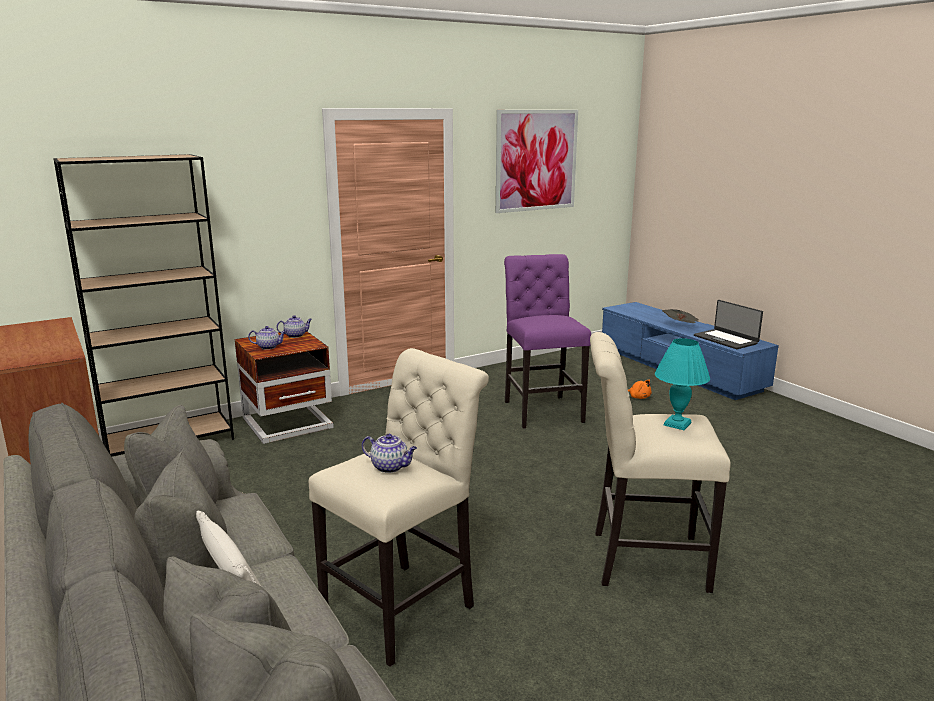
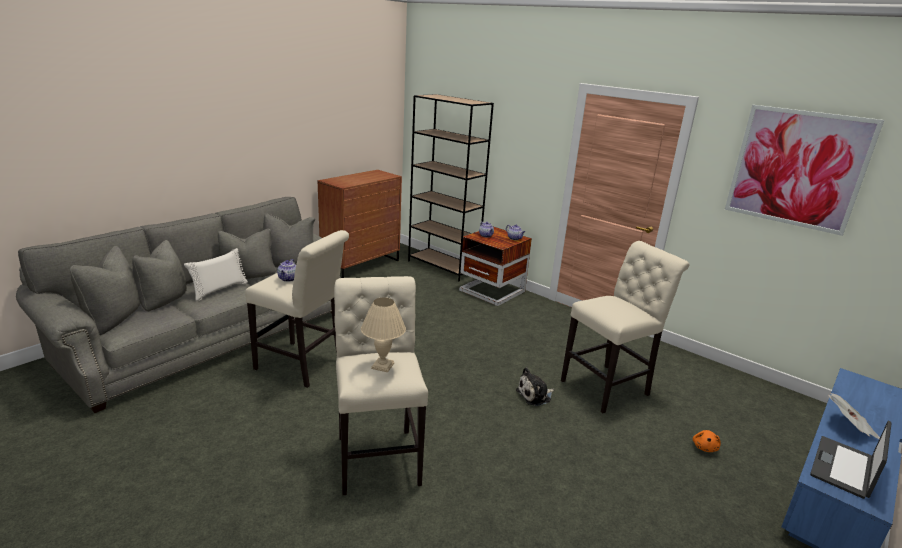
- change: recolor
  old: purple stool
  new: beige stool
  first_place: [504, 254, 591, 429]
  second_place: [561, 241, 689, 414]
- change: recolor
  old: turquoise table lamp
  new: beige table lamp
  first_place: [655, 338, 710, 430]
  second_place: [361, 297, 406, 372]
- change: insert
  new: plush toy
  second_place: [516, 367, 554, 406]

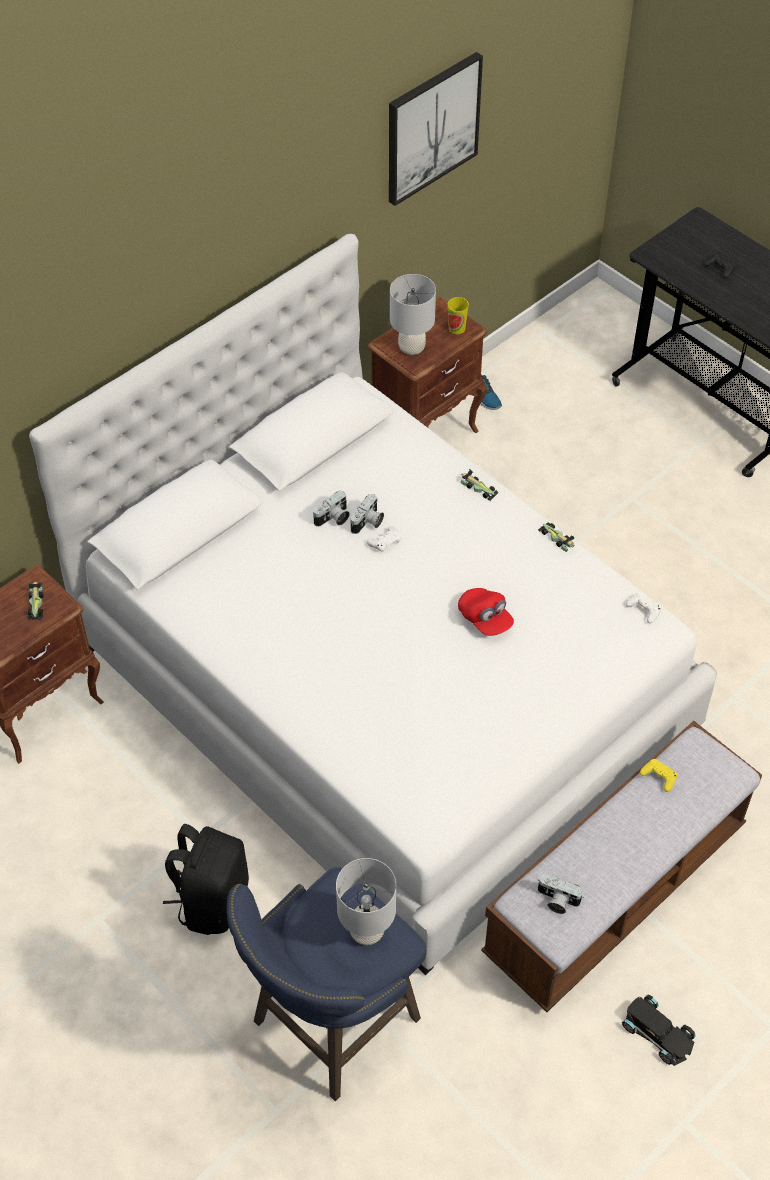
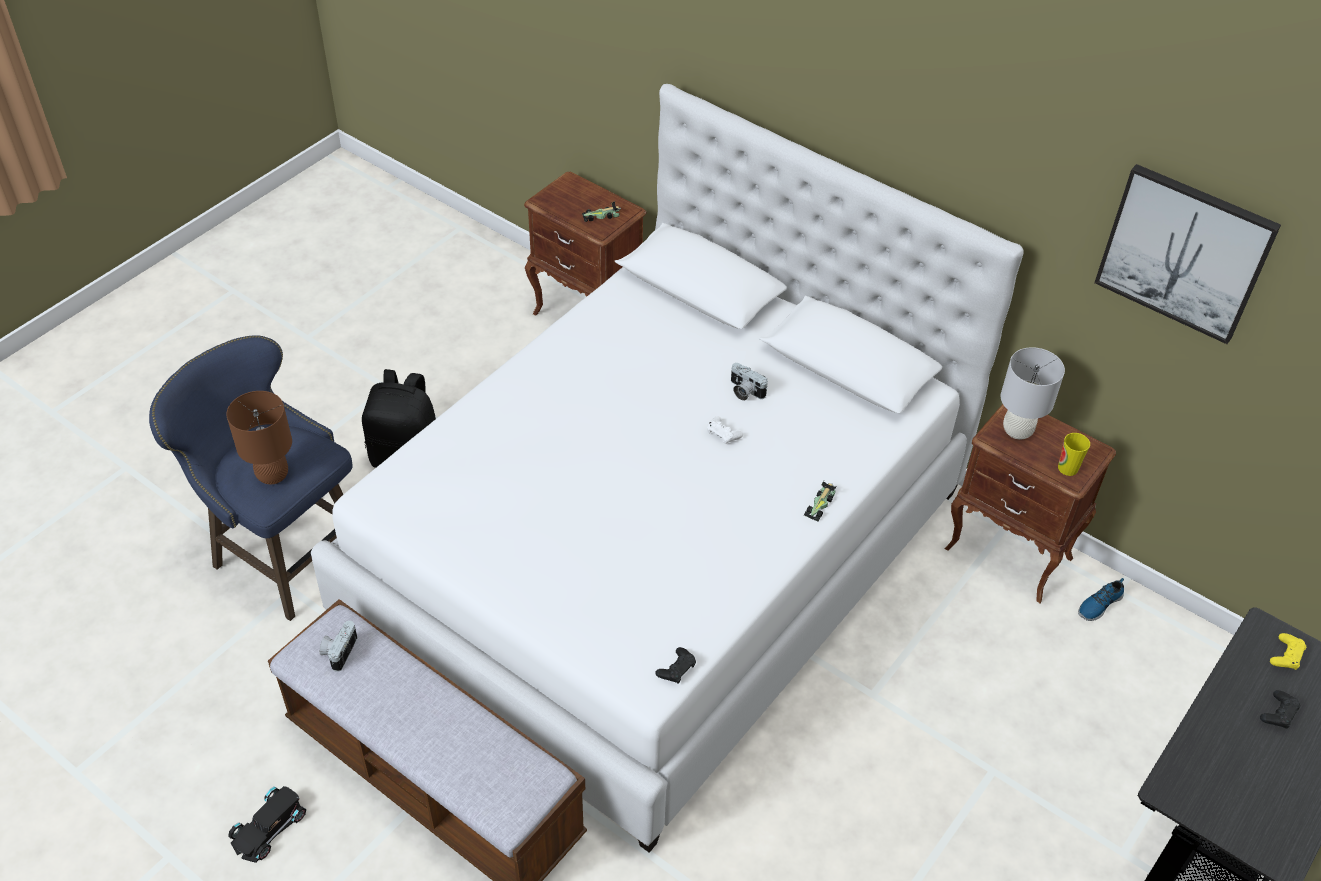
- change: recolor
  old: grey table lamp
  new: brown table lamp
  first_place: [336, 858, 396, 945]
  second_place: [226, 391, 292, 485]
- change: delete
  old: photo camera
  first_place: [351, 494, 384, 534]
- change: delete
  old: red cap
  first_place: [458, 588, 514, 636]
- change: delete
  old: toy car
  first_place: [538, 523, 574, 552]
- change: recolor
  old: white game controller
  new: black game controller
  first_place: [626, 592, 662, 624]
  second_place: [655, 647, 696, 684]
- change: move
  old: yellow game controller
  first_place: [640, 759, 677, 792]
  second_place: [1270, 633, 1306, 670]

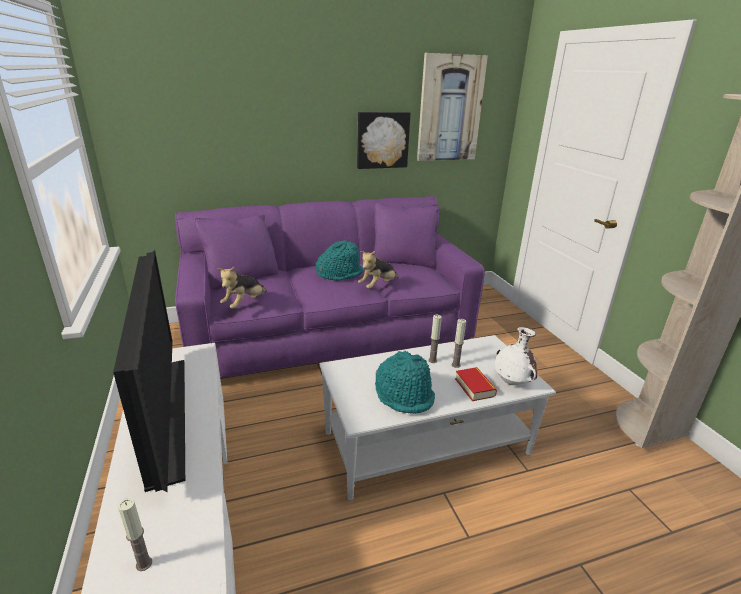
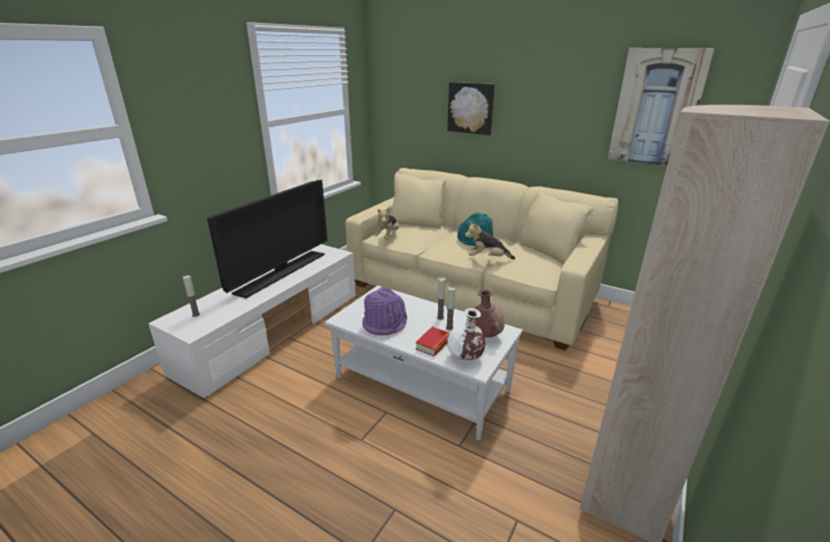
- change: recolor
  old: purple sofa
  new: beige sofa
  first_place: [175, 196, 485, 377]
  second_place: [345, 168, 618, 351]
- change: rotate
  old: plush toy
  first_place: [218, 267, 267, 309]
  second_place: [374, 207, 399, 239]
  degrees: -60
- change: move
  old: picture
  first_place: [357, 112, 411, 169]
  second_place: [447, 82, 495, 135]
- change: recolor
  old: turquoise hat
  new: purple hat
  first_place: [375, 351, 435, 414]
  second_place: [362, 286, 407, 335]
- change: insert
  new: brown vase
  second_place: [475, 289, 505, 338]

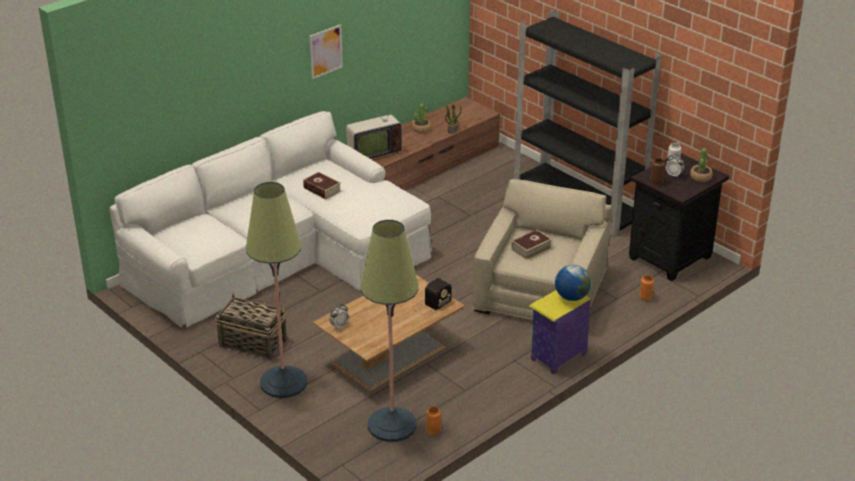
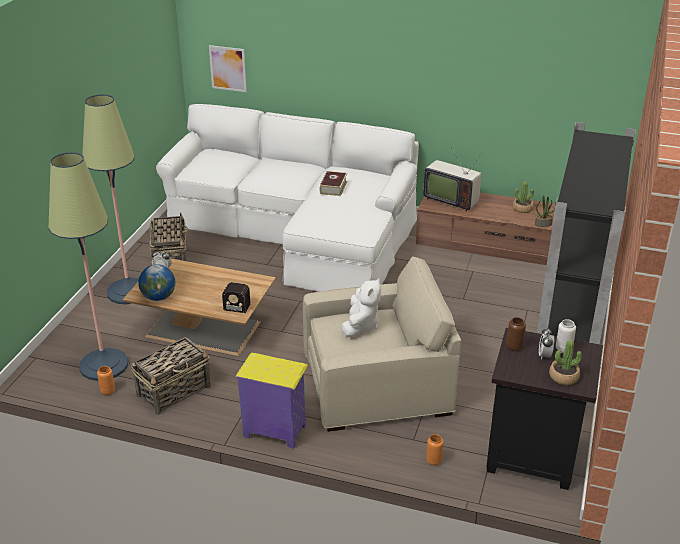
- change: move
  old: picture
  first_place: [309, 24, 343, 79]
  second_place: [209, 45, 247, 92]
- change: replace
  old: book
  new: white plush toy
  first_place: [511, 230, 552, 260]
  second_place: [341, 278, 381, 337]
- change: move
  old: globe
  first_place: [555, 265, 591, 301]
  second_place: [138, 264, 175, 301]
- change: insert
  new: basket
  second_place: [131, 337, 211, 415]

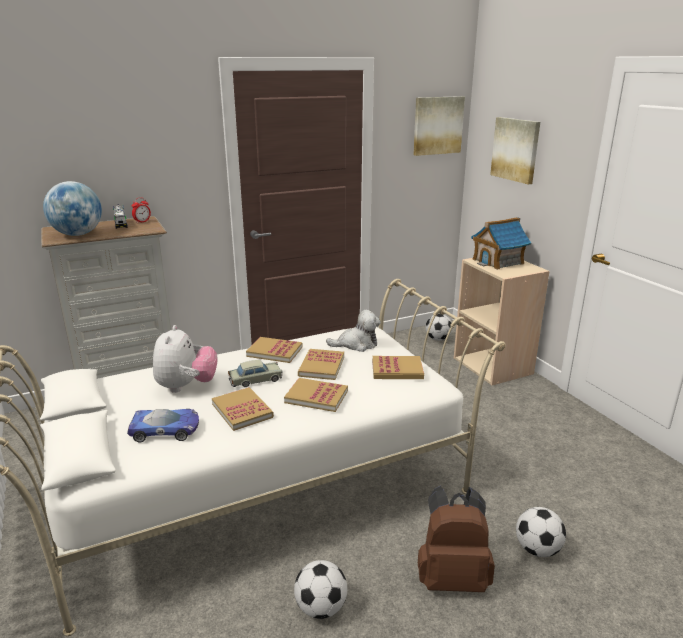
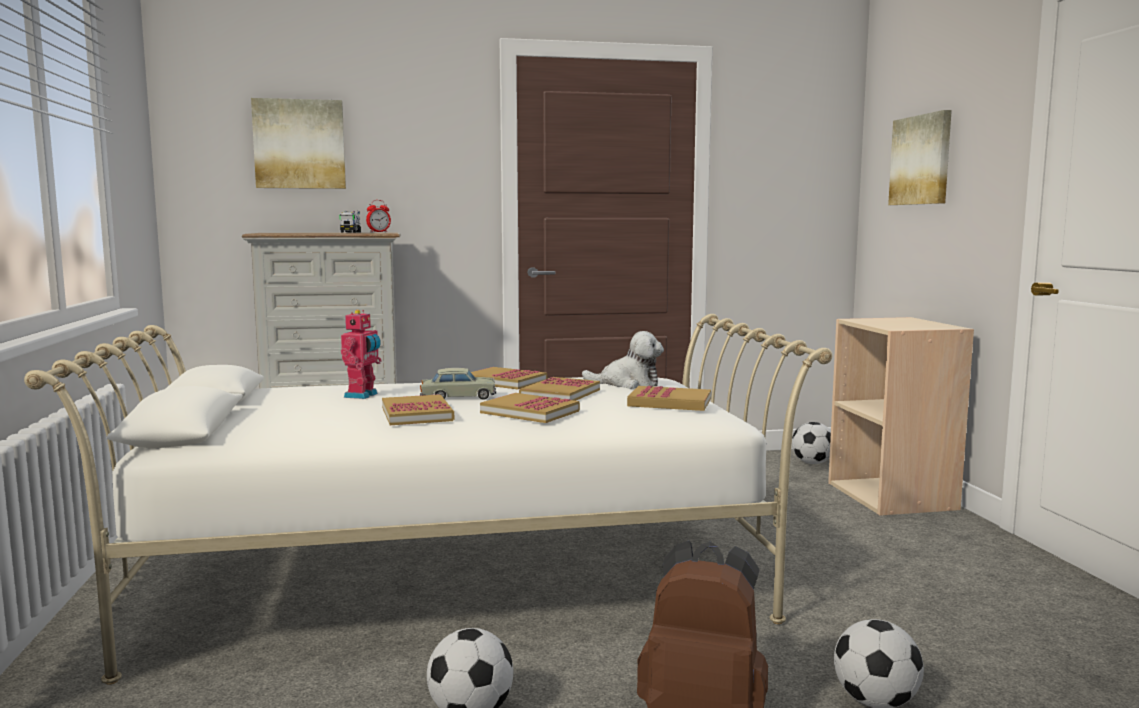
- change: delete
  old: globe
  first_place: [43, 181, 102, 236]
- change: delete
  old: toy car
  first_place: [127, 409, 199, 442]
- change: replace
  old: plush toy
  new: toy robot
  first_place: [153, 325, 217, 393]
  second_place: [341, 310, 382, 399]
- change: move
  old: picture
  first_place: [413, 96, 465, 156]
  second_place: [251, 98, 346, 189]
- change: delete
  old: toy house
  first_place: [471, 217, 531, 270]

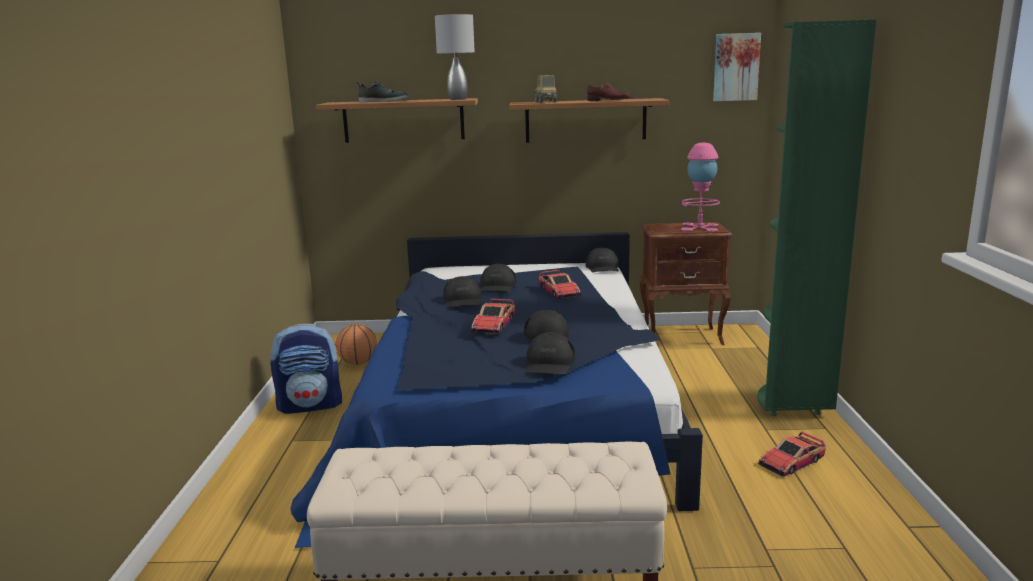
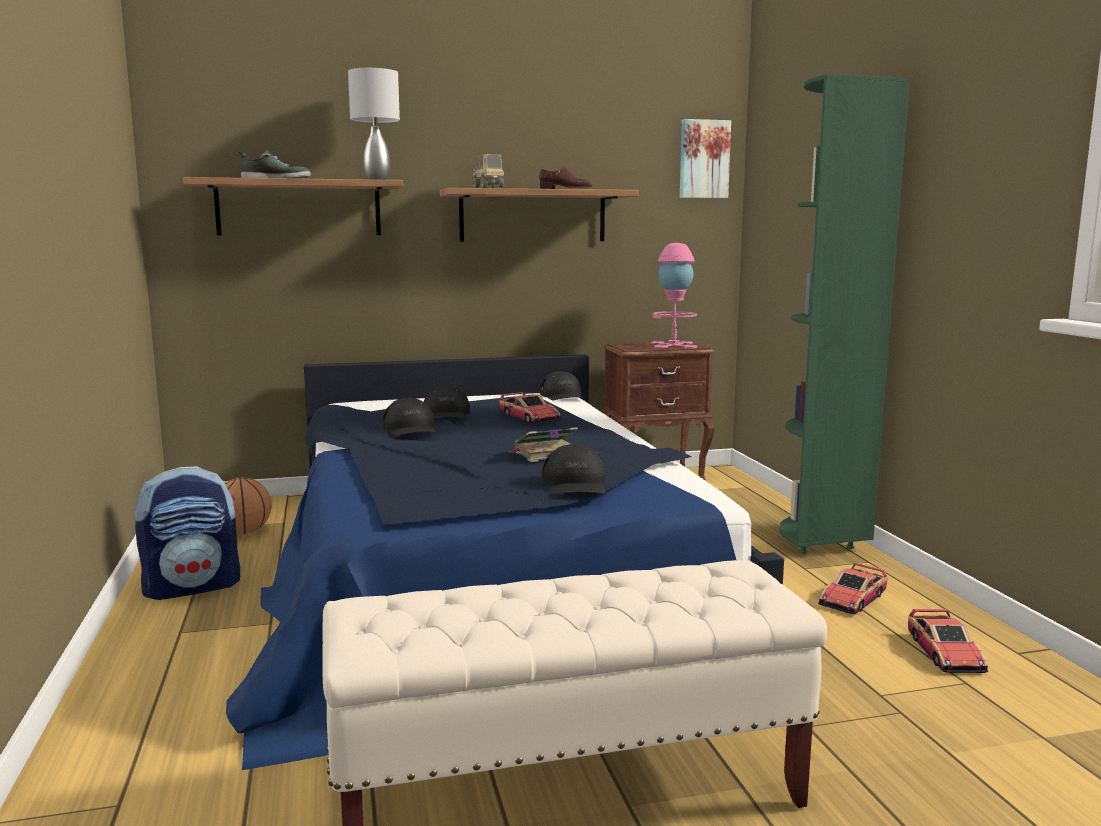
- change: move
  old: toy car
  first_place: [471, 299, 515, 334]
  second_place: [908, 609, 988, 673]
- change: replace
  old: black cap
  new: book
  first_place: [524, 310, 569, 341]
  second_place: [509, 427, 578, 462]

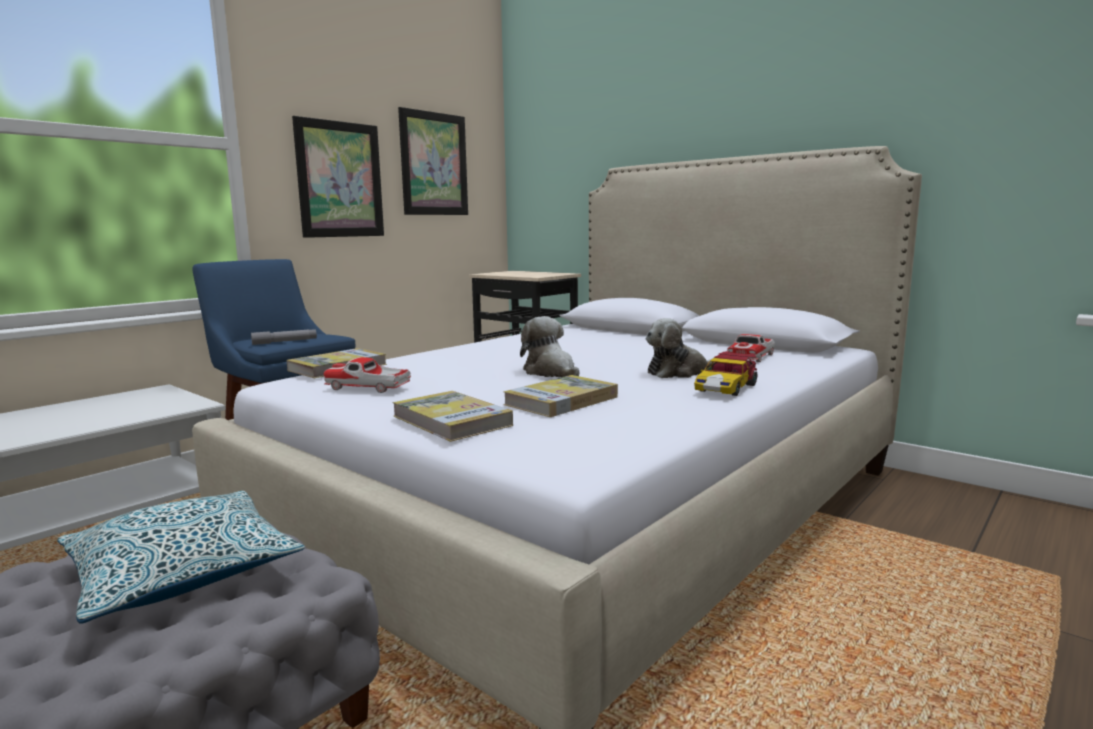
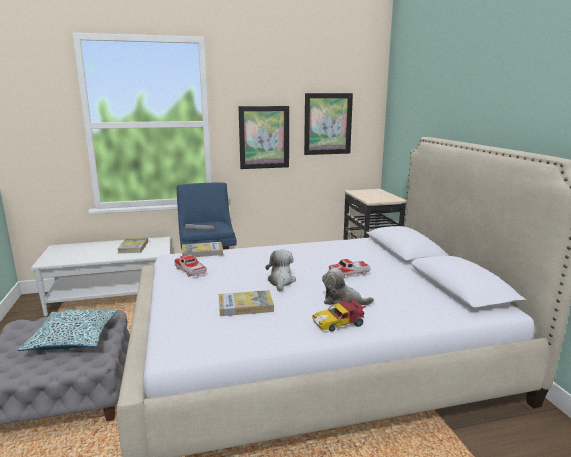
- change: move
  old: book
  first_place: [393, 391, 513, 442]
  second_place: [117, 237, 148, 253]
- change: move
  old: toy car
  first_place: [727, 334, 775, 362]
  second_place: [329, 259, 370, 277]

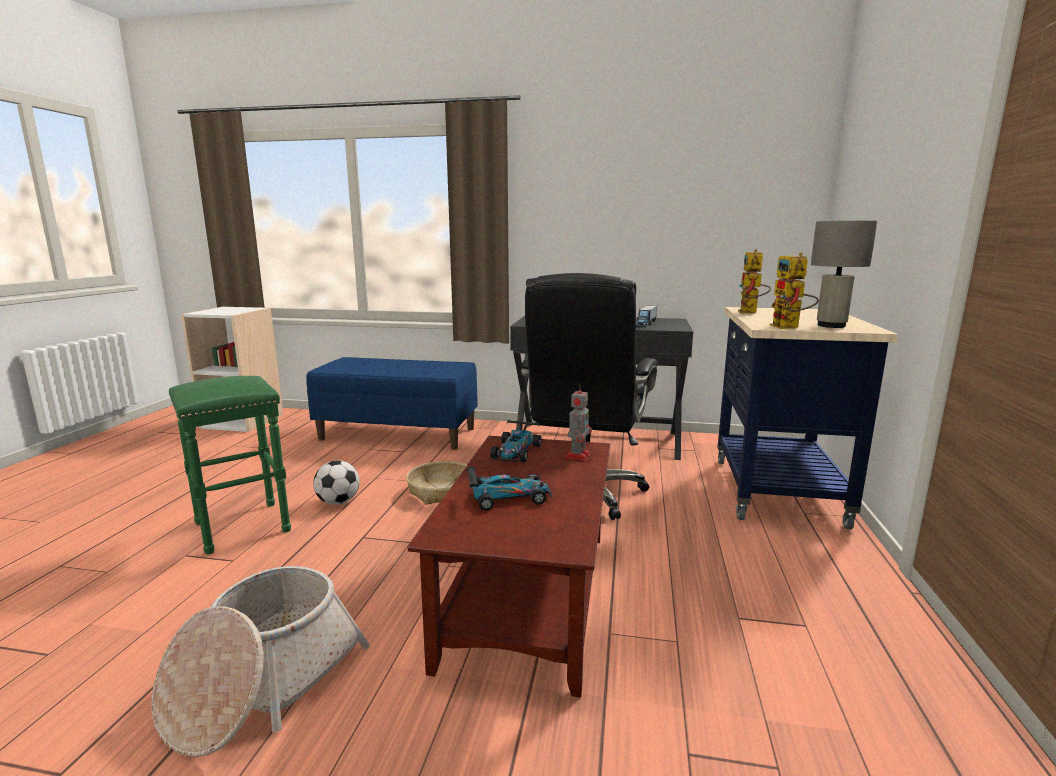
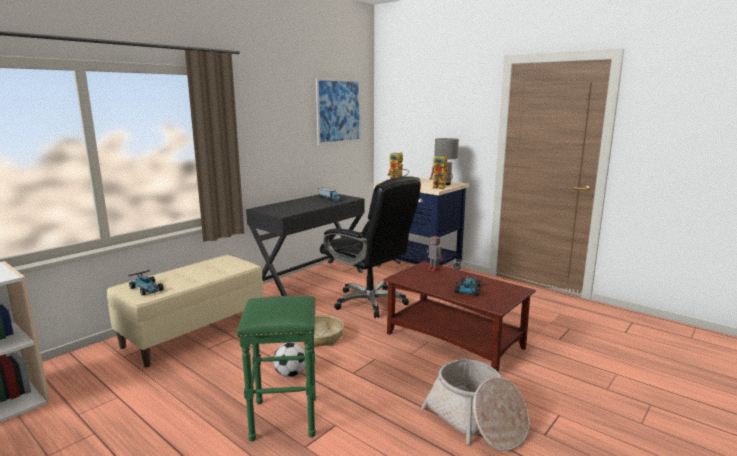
- change: recolor
  old: blue bench
  new: beige bench
  first_place: [306, 357, 477, 450]
  second_place: [107, 255, 264, 367]
- change: move
  old: toy car
  first_place: [490, 419, 542, 462]
  second_place: [128, 270, 164, 296]
- change: insert
  new: picture
  second_place: [316, 78, 361, 145]

